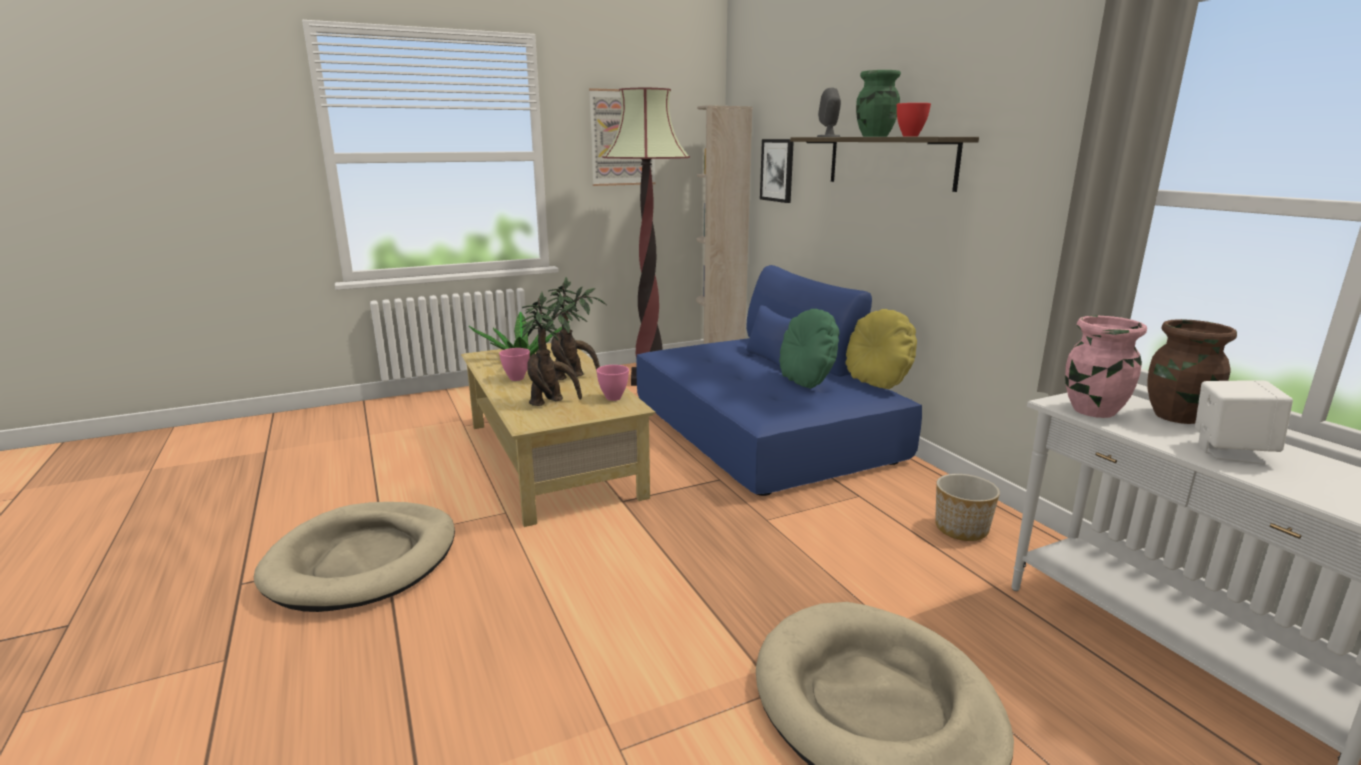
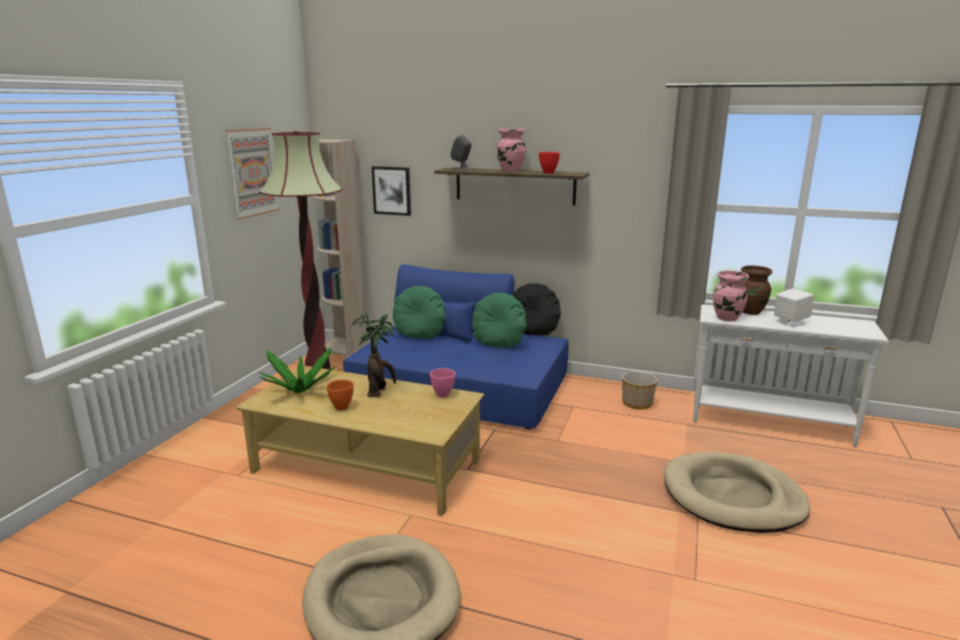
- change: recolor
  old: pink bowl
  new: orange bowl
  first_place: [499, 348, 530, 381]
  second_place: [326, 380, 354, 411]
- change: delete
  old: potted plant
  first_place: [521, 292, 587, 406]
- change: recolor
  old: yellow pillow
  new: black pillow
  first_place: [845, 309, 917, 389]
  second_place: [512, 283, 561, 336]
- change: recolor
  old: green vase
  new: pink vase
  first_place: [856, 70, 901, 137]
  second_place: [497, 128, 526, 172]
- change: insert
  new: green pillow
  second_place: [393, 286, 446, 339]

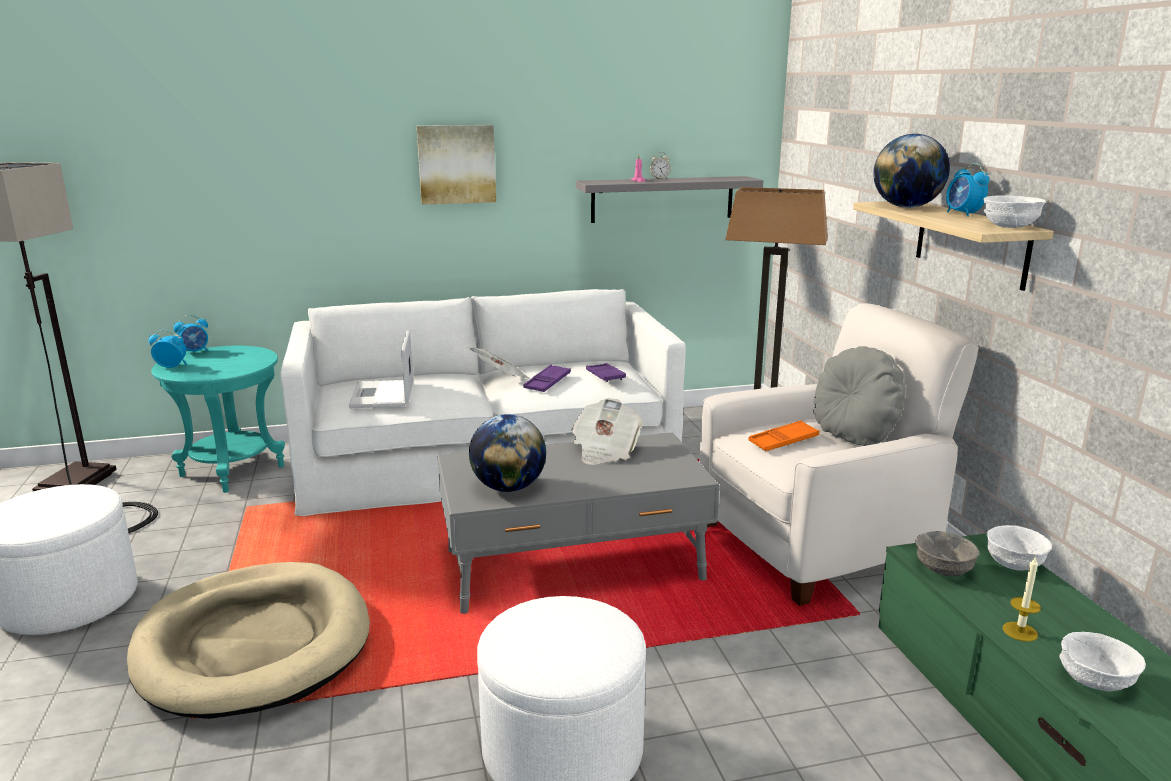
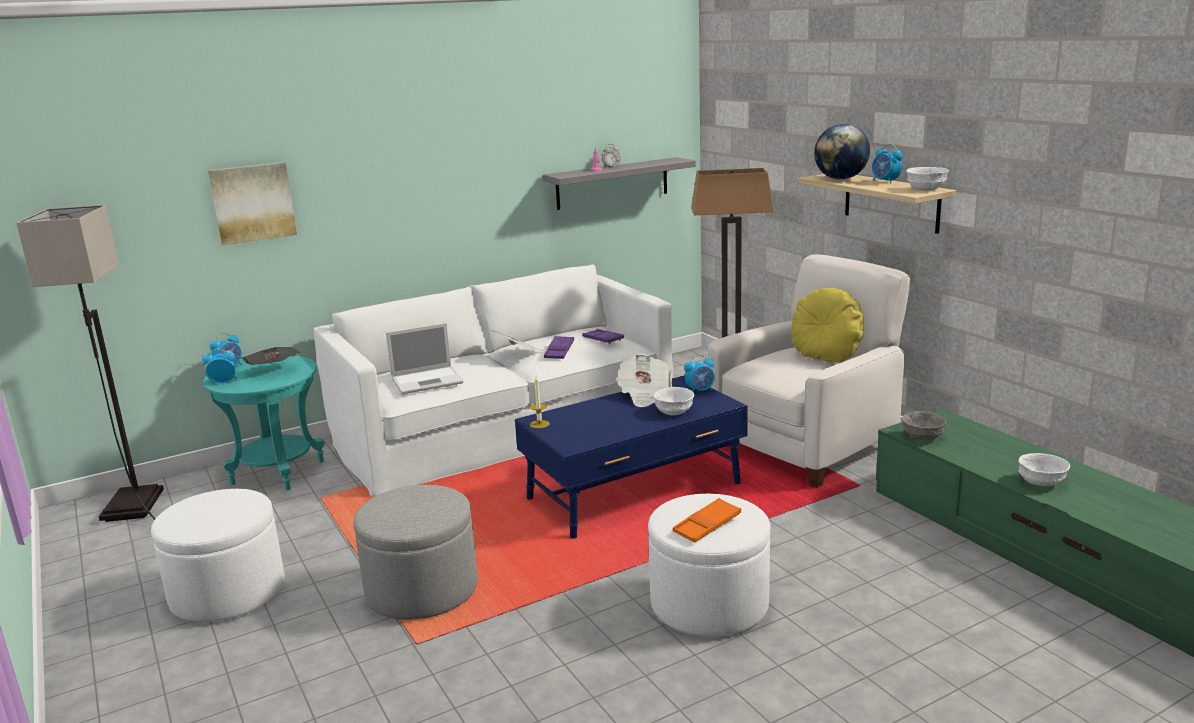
- change: replace
  old: beige dog bed
  new: grey ottoman
  first_place: [127, 562, 370, 719]
  second_place: [354, 485, 478, 620]
- change: rotate
  old: laptop
  first_place: [349, 331, 414, 408]
  second_place: [386, 323, 463, 394]
  degrees: -90
- change: move
  old: picture
  first_place: [417, 125, 496, 205]
  second_place: [208, 162, 297, 245]
- change: recolor
  old: grey coffee table
  new: blue coffee table
  first_place: [437, 432, 720, 614]
  second_place: [515, 375, 748, 539]
- change: delete
  old: globe
  first_place: [469, 414, 546, 492]
- change: move
  old: orange tray
  first_place: [749, 420, 819, 451]
  second_place: [673, 498, 741, 543]
- change: recolor
  old: grey pillow
  new: yellow pillow
  first_place: [813, 346, 905, 446]
  second_place: [791, 287, 864, 363]
- change: move
  old: white bowl
  first_place: [987, 525, 1052, 571]
  second_place: [654, 387, 694, 416]
- change: move
  old: candle
  first_place: [1003, 556, 1041, 642]
  second_place: [530, 375, 550, 429]
- change: insert
  new: newspaper
  second_place: [241, 347, 300, 365]
- change: insert
  new: alarm clock
  second_place: [684, 355, 715, 392]

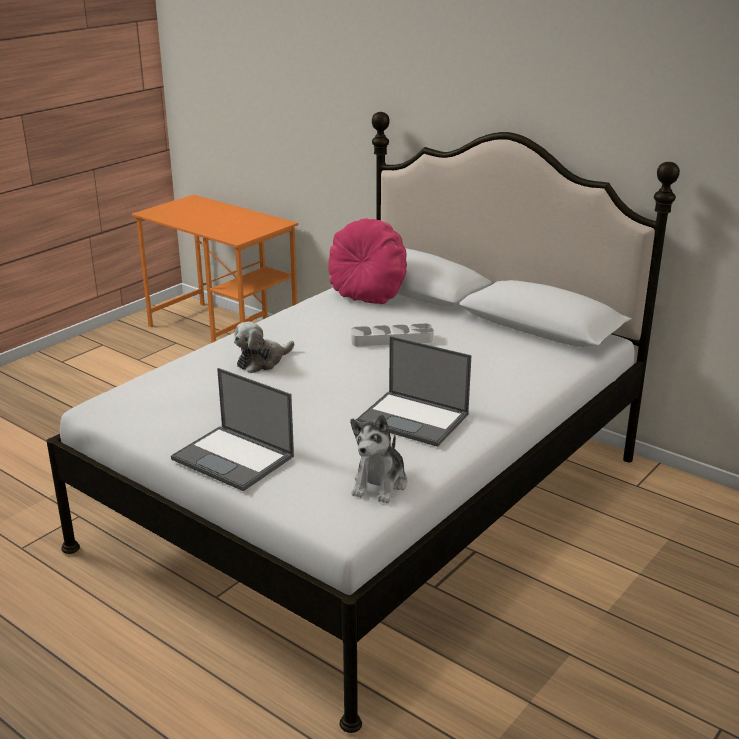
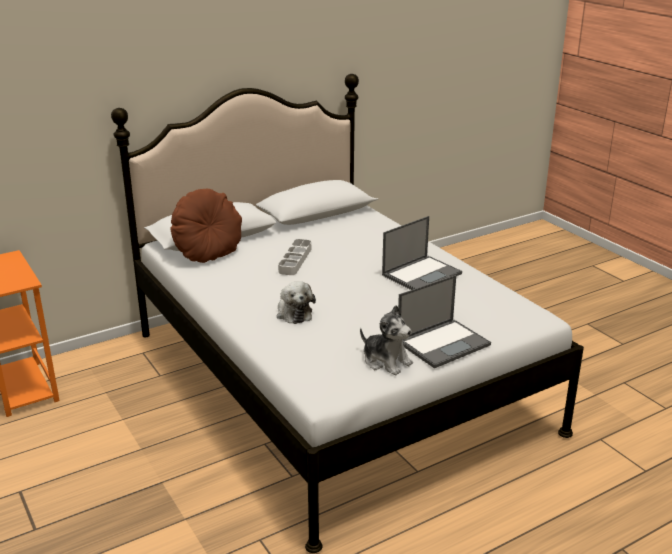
- change: recolor
  old: pink pillow
  new: brown pillow
  first_place: [328, 218, 407, 304]
  second_place: [170, 189, 242, 263]
- change: move
  old: plush toy
  first_place: [350, 414, 408, 503]
  second_place: [360, 305, 413, 375]

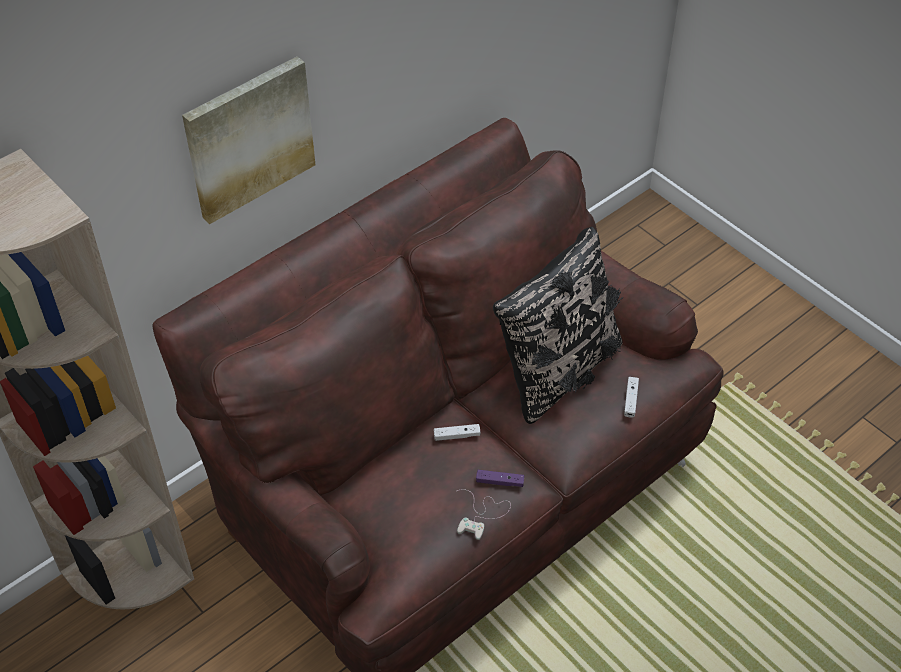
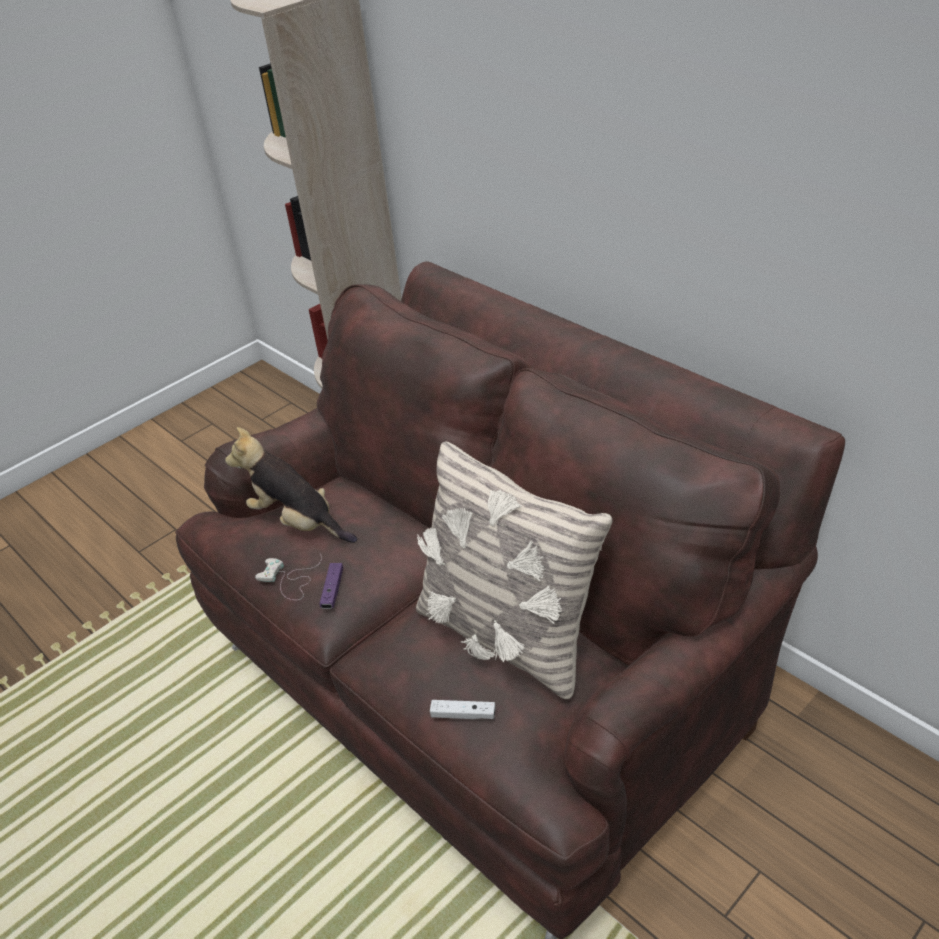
- change: delete
  old: picture
  first_place: [182, 56, 315, 224]
- change: delete
  old: white game controller
  first_place: [434, 424, 481, 441]
- change: recolor
  old: black pillow
  new: beige pillow
  first_place: [493, 227, 623, 424]
  second_place: [416, 441, 612, 699]
- change: insert
  new: plush toy
  second_place: [225, 427, 357, 543]

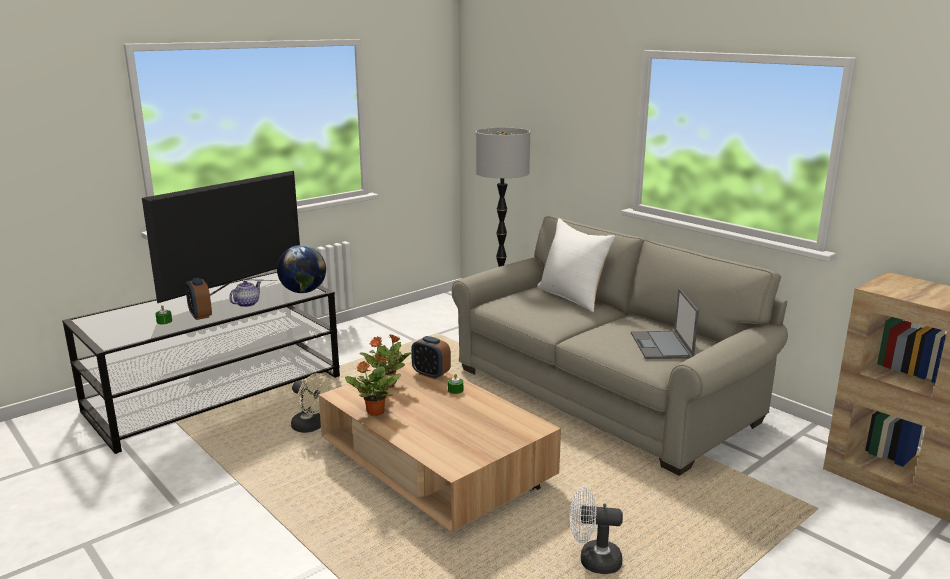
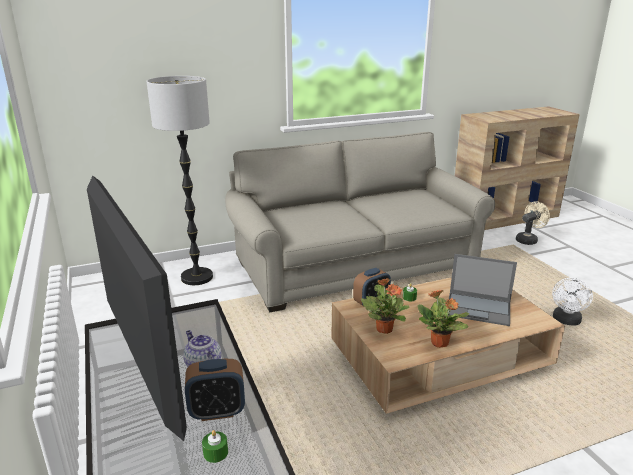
- change: delete
  old: globe
  first_place: [277, 245, 326, 293]
- change: move
  old: beige fan
  first_place: [291, 373, 332, 433]
  second_place: [516, 201, 550, 245]
- change: delete
  old: white pillow
  first_place: [537, 218, 615, 312]
- change: move
  old: laptop
  first_place: [631, 288, 699, 359]
  second_place: [448, 254, 517, 326]

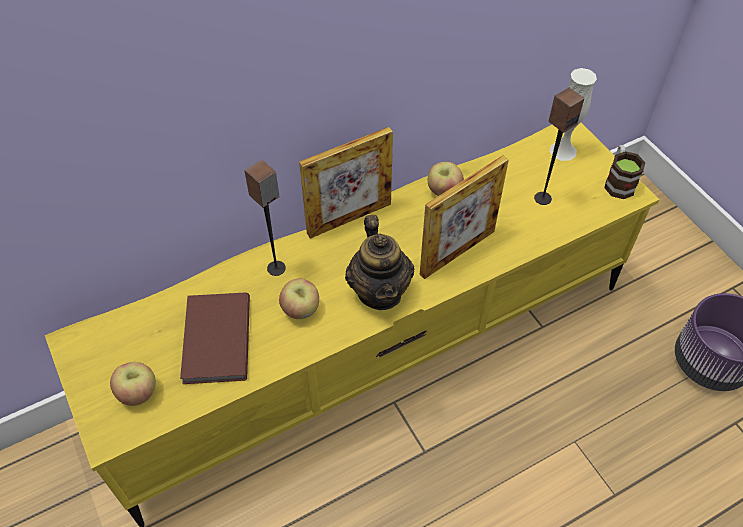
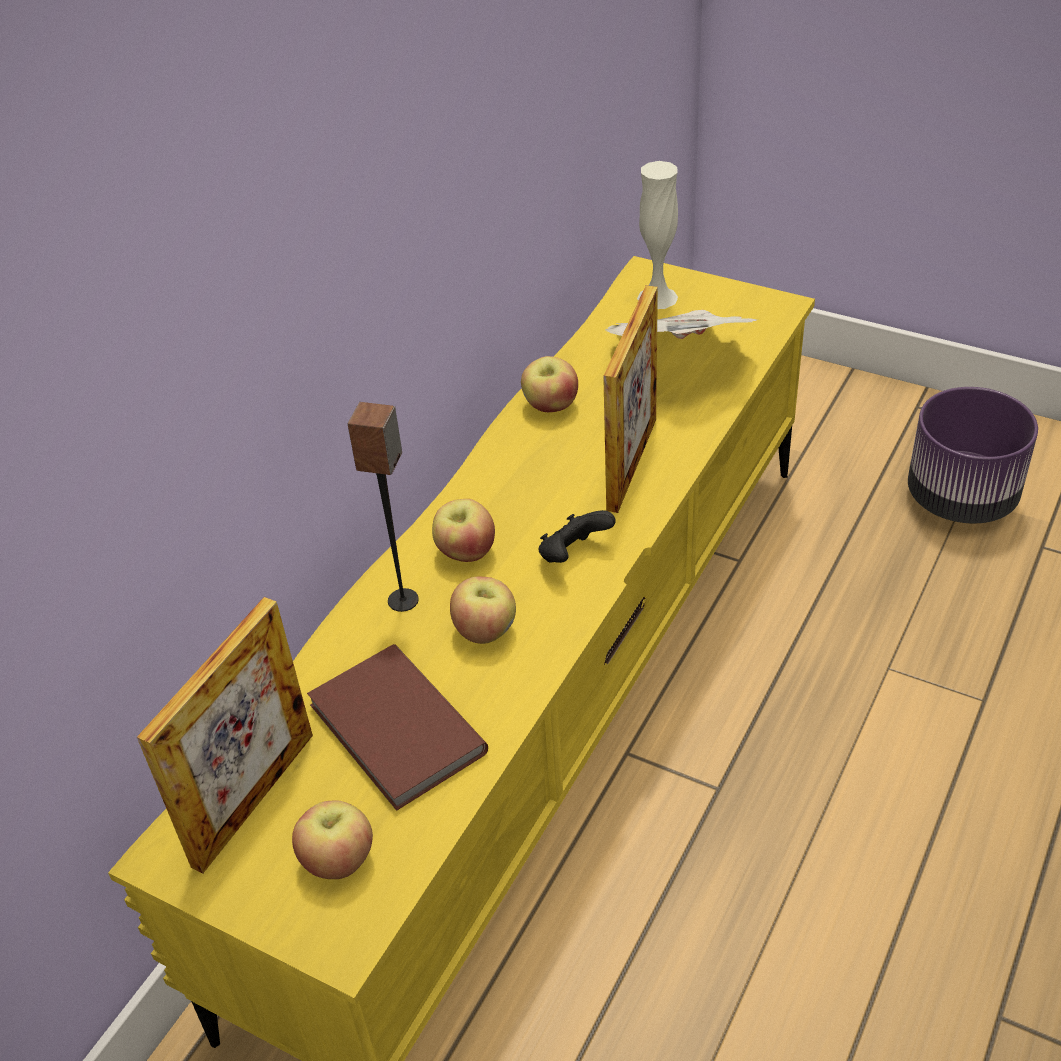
- change: move
  old: picture frame
  first_place: [299, 127, 393, 239]
  second_place: [137, 597, 313, 874]
- change: replace
  old: teapot
  new: black game controller
  first_place: [345, 215, 414, 310]
  second_place: [539, 510, 616, 563]
- change: replace
  old: speaker
  new: newspaper
  first_place: [534, 87, 584, 205]
  second_place: [606, 310, 758, 339]
- change: delete
  old: mug
  first_place: [604, 145, 645, 199]
- change: insert
  new: apple
  second_place: [432, 499, 495, 562]

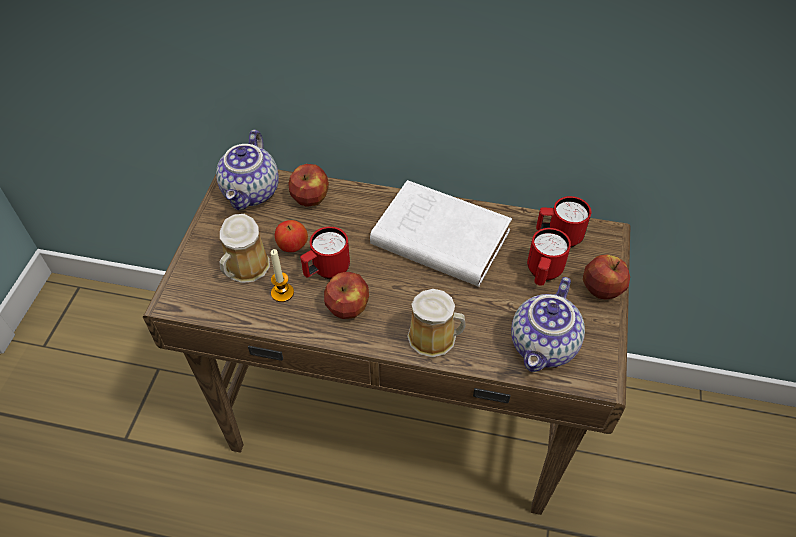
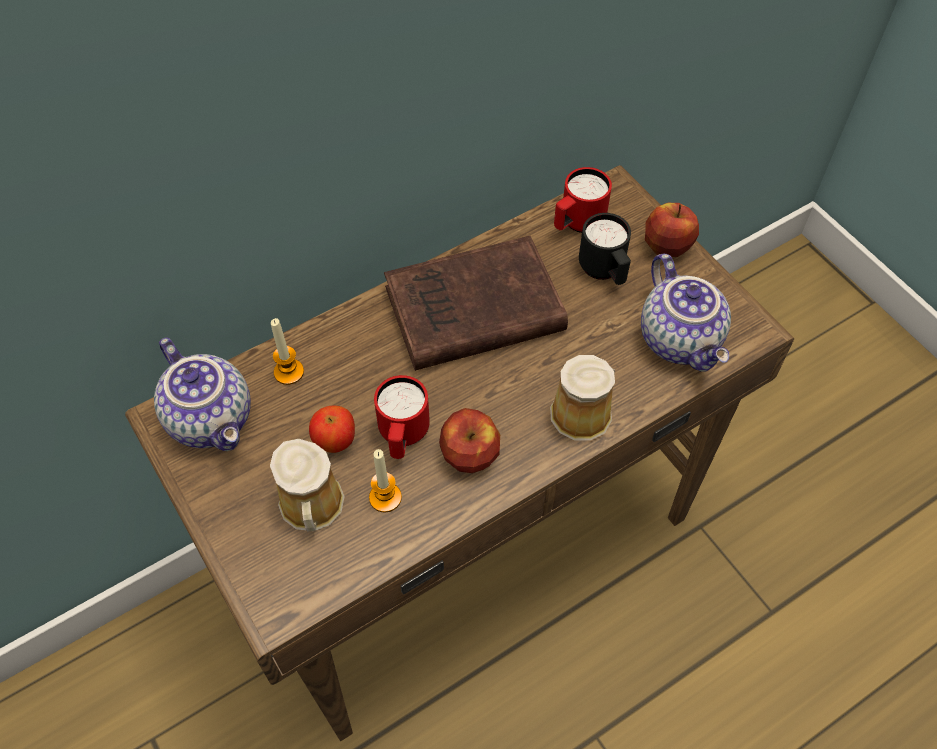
- change: replace
  old: apple
  new: candle
  first_place: [288, 164, 329, 207]
  second_place: [271, 318, 304, 385]
- change: recolor
  old: white book
  new: brown book
  first_place: [370, 180, 512, 287]
  second_place: [384, 236, 568, 371]
- change: recolor
  old: red mug
  new: black mug
  first_place: [527, 228, 571, 286]
  second_place: [579, 213, 631, 285]

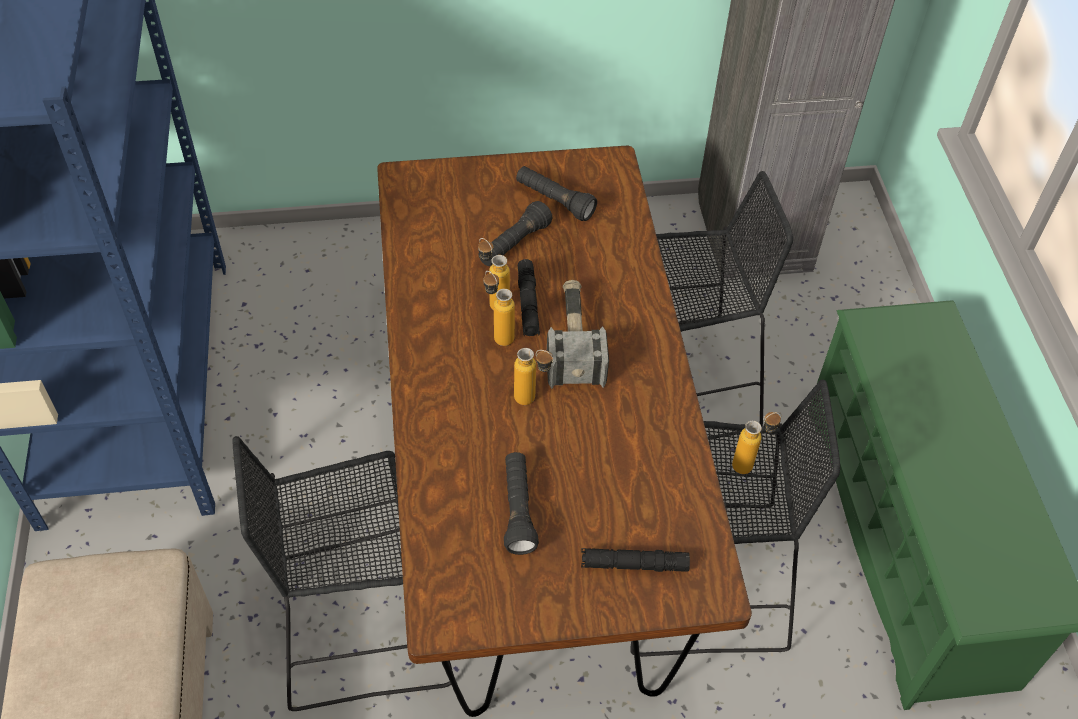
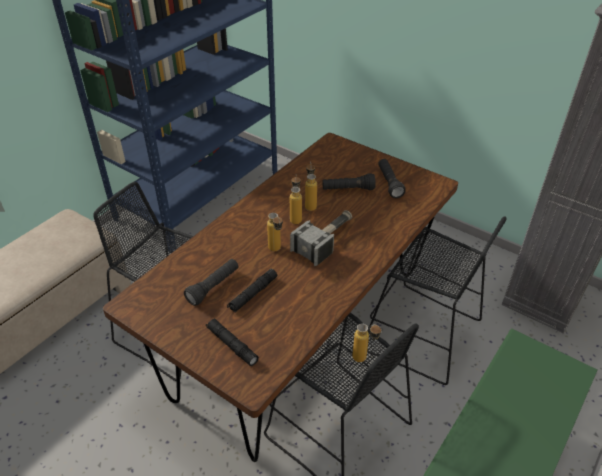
- change: move
  old: black flashlight
  first_place: [518, 259, 540, 336]
  second_place: [227, 269, 277, 312]

